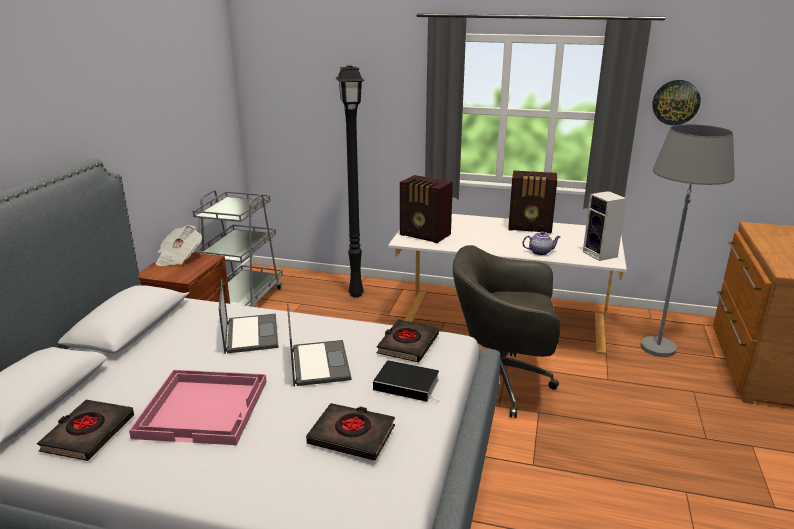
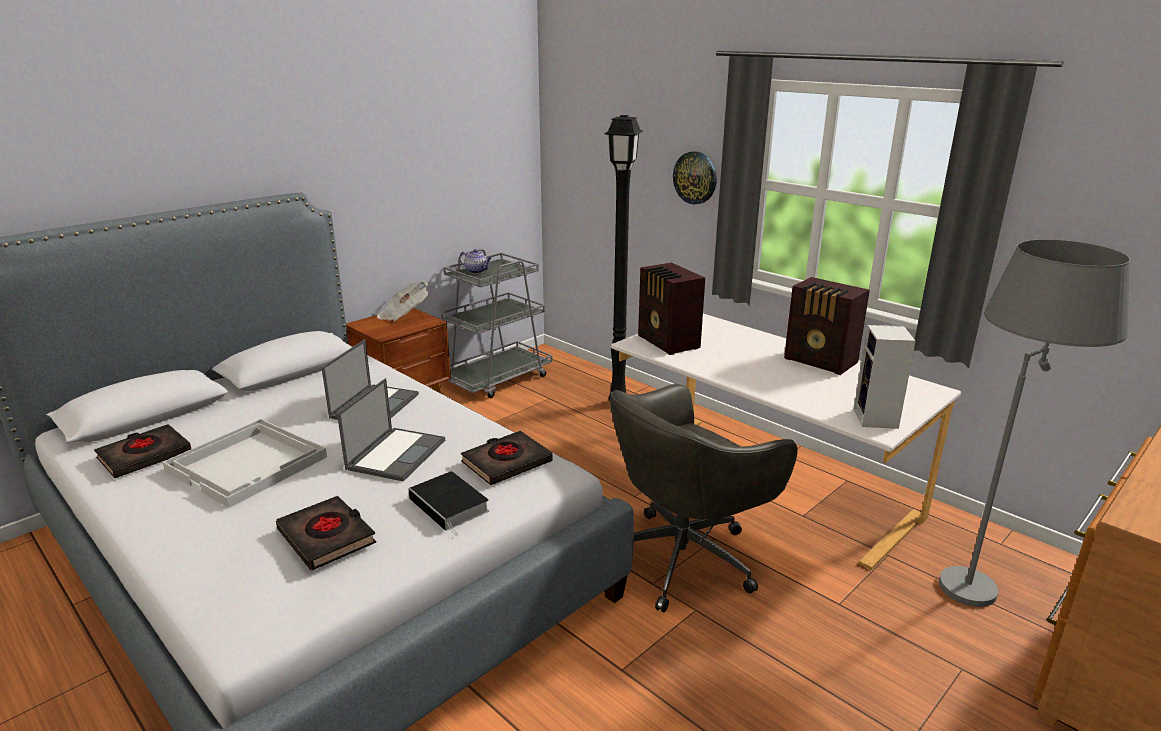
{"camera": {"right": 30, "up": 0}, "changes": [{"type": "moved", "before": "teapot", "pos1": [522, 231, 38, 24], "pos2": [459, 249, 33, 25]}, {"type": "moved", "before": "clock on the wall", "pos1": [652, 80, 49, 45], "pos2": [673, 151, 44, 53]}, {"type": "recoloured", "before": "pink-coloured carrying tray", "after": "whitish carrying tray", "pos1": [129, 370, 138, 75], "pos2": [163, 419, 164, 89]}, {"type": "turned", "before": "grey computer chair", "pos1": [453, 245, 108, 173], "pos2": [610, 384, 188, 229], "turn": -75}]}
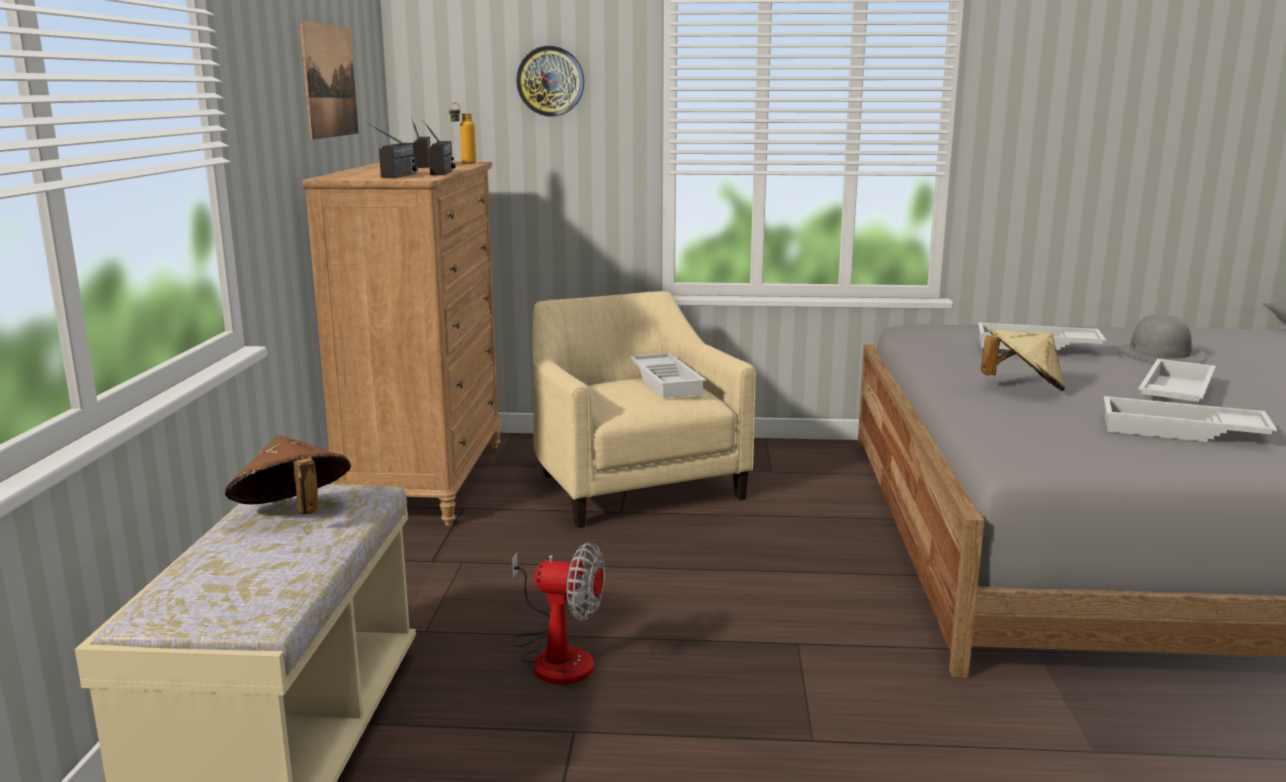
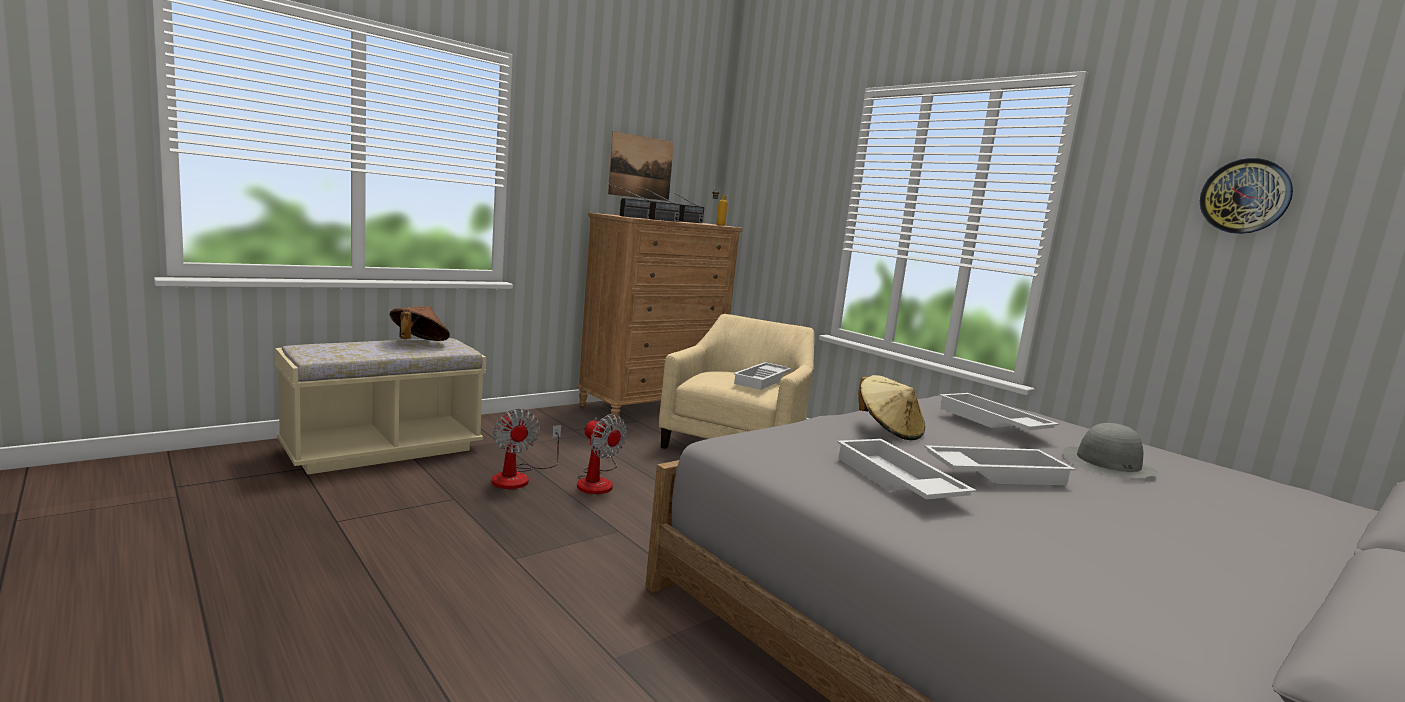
{"camera": {"right": 45, "up": -5}, "changes": [{"type": "added", "after": "fan", "pos2": [577, 414, 50, 80]}, {"type": "moved", "before": "clock on the wall", "pos1": [516, 46, 68, 71], "pos2": [1200, 158, 93, 76]}]}
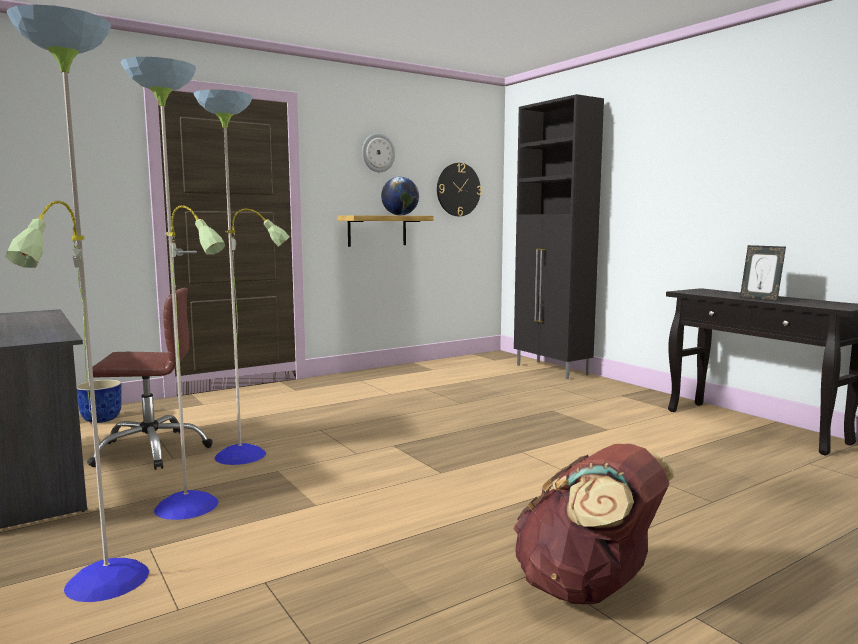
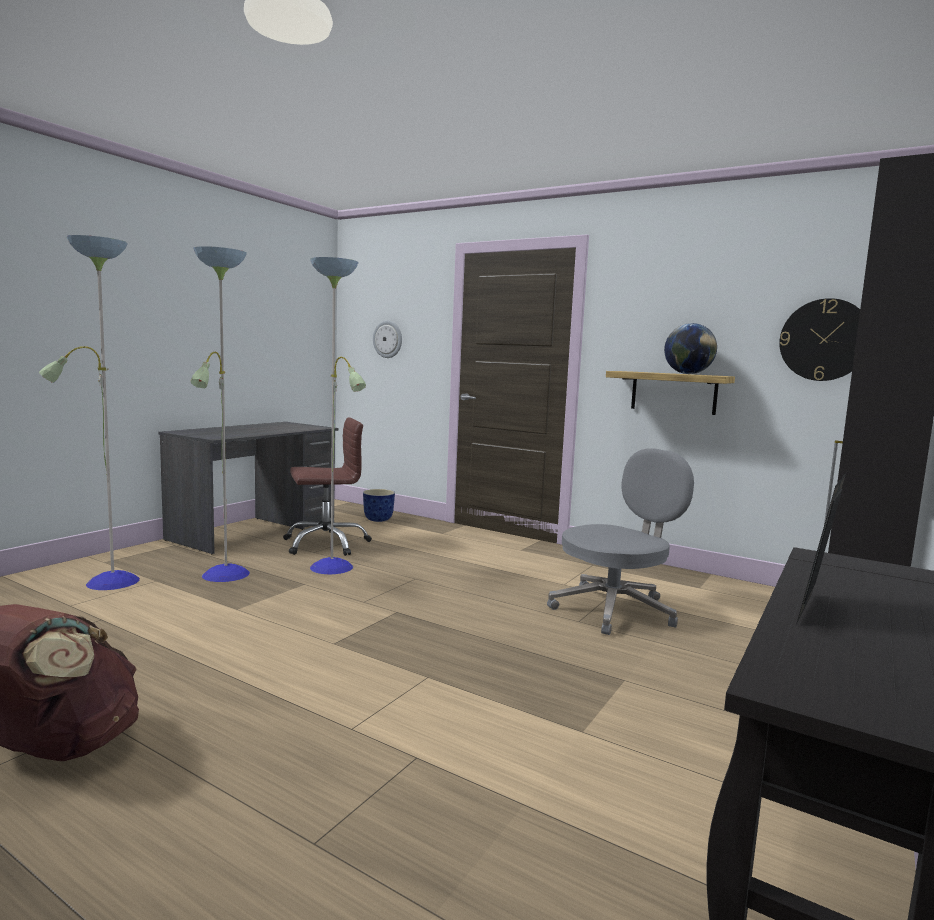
{"camera": {"right": 65, "up": 0}, "changes": [{"type": "added", "after": "grey computer chair", "pos2": [547, 448, 147, 187]}, {"type": "moved", "before": "clock on the wall", "pos1": [362, 133, 33, 39], "pos2": [373, 320, 29, 38]}, {"type": "turned", "before": "brownish computer chair", "pos1": [87, 288, 126, 182], "pos2": [283, 417, 89, 139], "turn": -75}]}
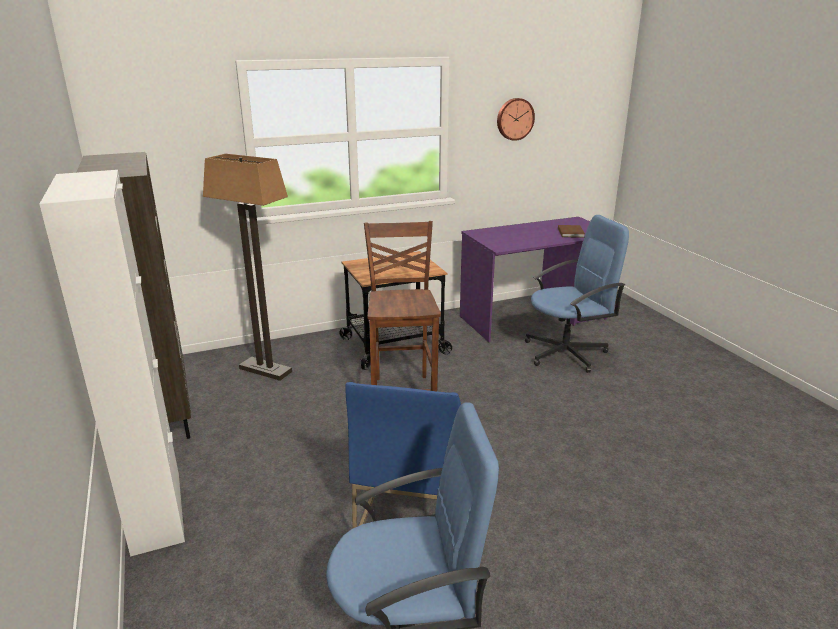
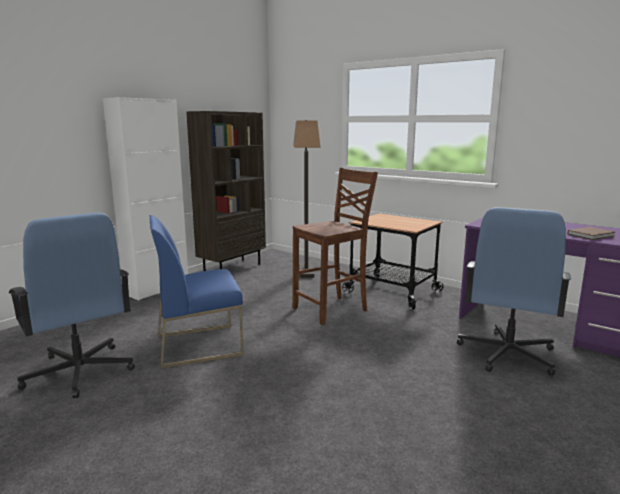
{"camera": {"right": 60, "up": -10}, "changes": [{"type": "removed", "before": "clock on the wall", "pos1": [497, 98, 38, 43]}, {"type": "turned", "before": "bluish computer chair", "pos1": [525, 215, 104, 158], "pos2": [457, 207, 114, 169], "turn": 75}]}
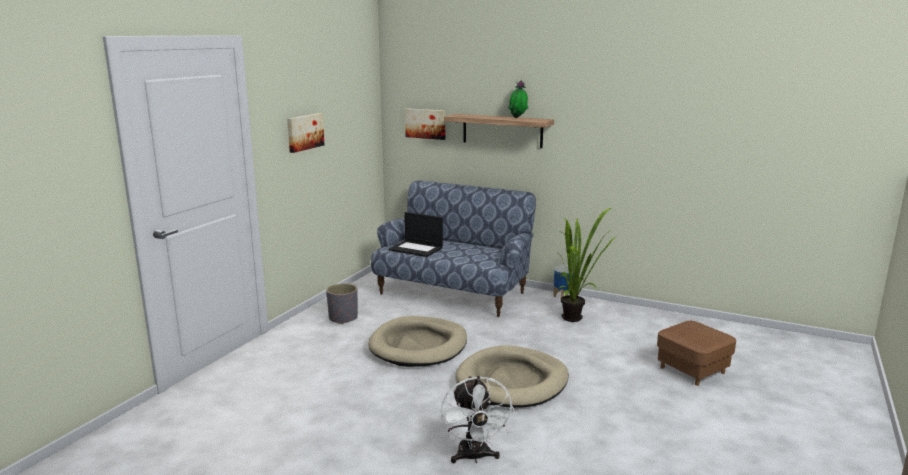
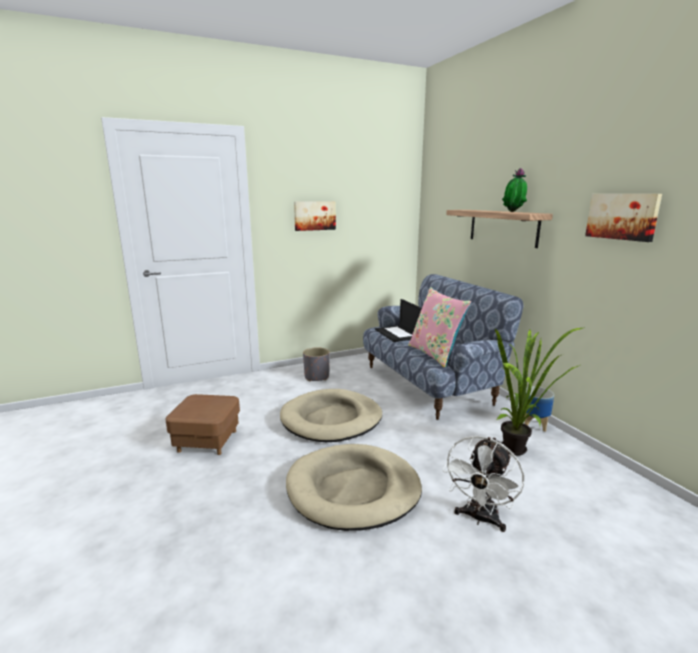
{"camera": {"right": 40, "up": 0}, "changes": [{"type": "added", "after": "pink-coloured pillow", "pos2": [408, 287, 64, 81]}, {"type": "moved", "before": "wall picture", "pos1": [405, 108, 40, 32], "pos2": [585, 194, 77, 48]}, {"type": "moved", "before": "whitish fan", "pos1": [441, 376, 74, 87], "pos2": [443, 436, 81, 96]}, {"type": "moved", "before": "brownish pouffe", "pos1": [657, 321, 79, 65], "pos2": [165, 394, 75, 61]}]}
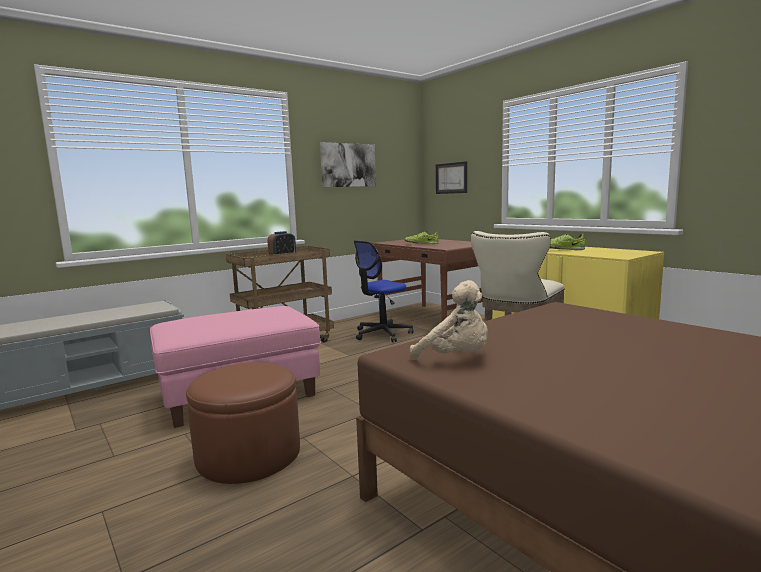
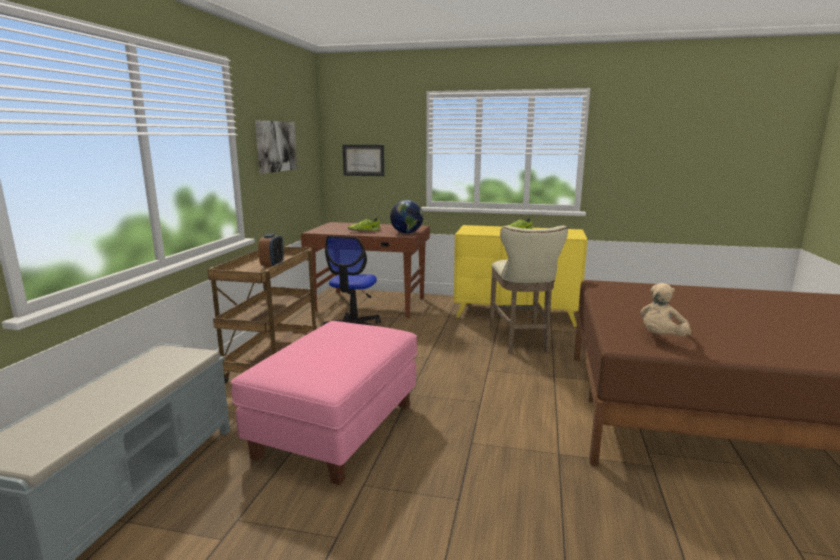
{"camera": {"right": -40, "up": 5}, "changes": [{"type": "removed", "before": "brownish pouffe", "pos1": [186, 362, 114, 122]}, {"type": "added", "after": "desk globe", "pos2": [390, 200, 33, 33]}, {"type": "turned", "before": "sand-coloured cuddly toy", "pos1": [410, 280, 78, 80], "pos2": [640, 283, 51, 53], "turn": 135}]}
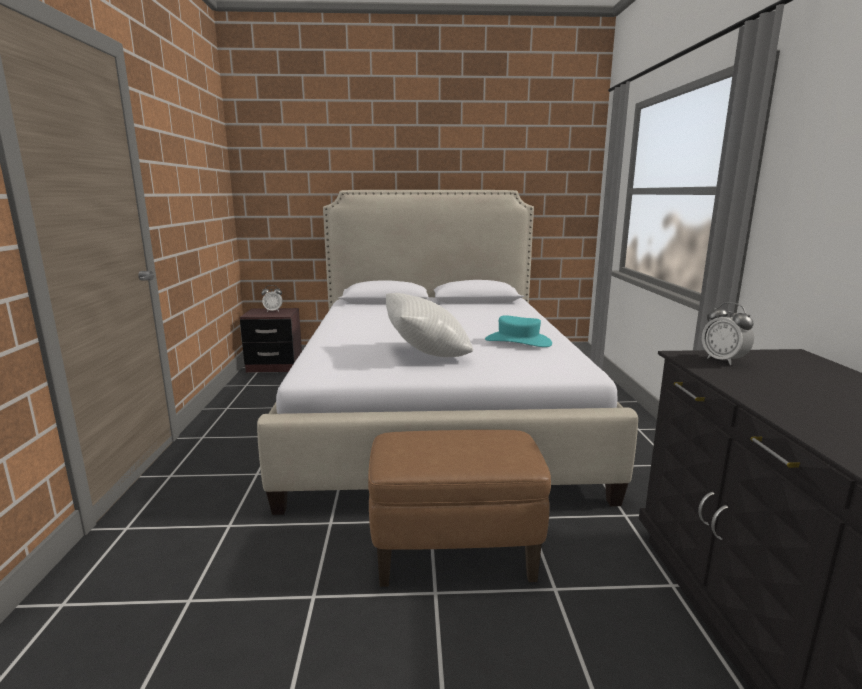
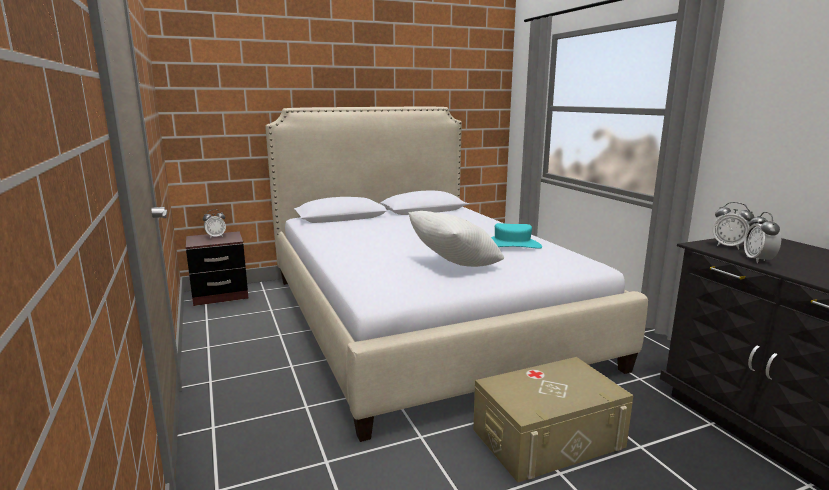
{"camera": {"right": -20, "up": 0}, "changes": [{"type": "added", "after": "table clock", "pos2": [744, 212, 38, 51]}, {"type": "replaced", "before": "brownish pouffe", "after": "sand-coloured storage container", "pos1": [368, 430, 183, 157], "pos2": [473, 357, 161, 126]}]}
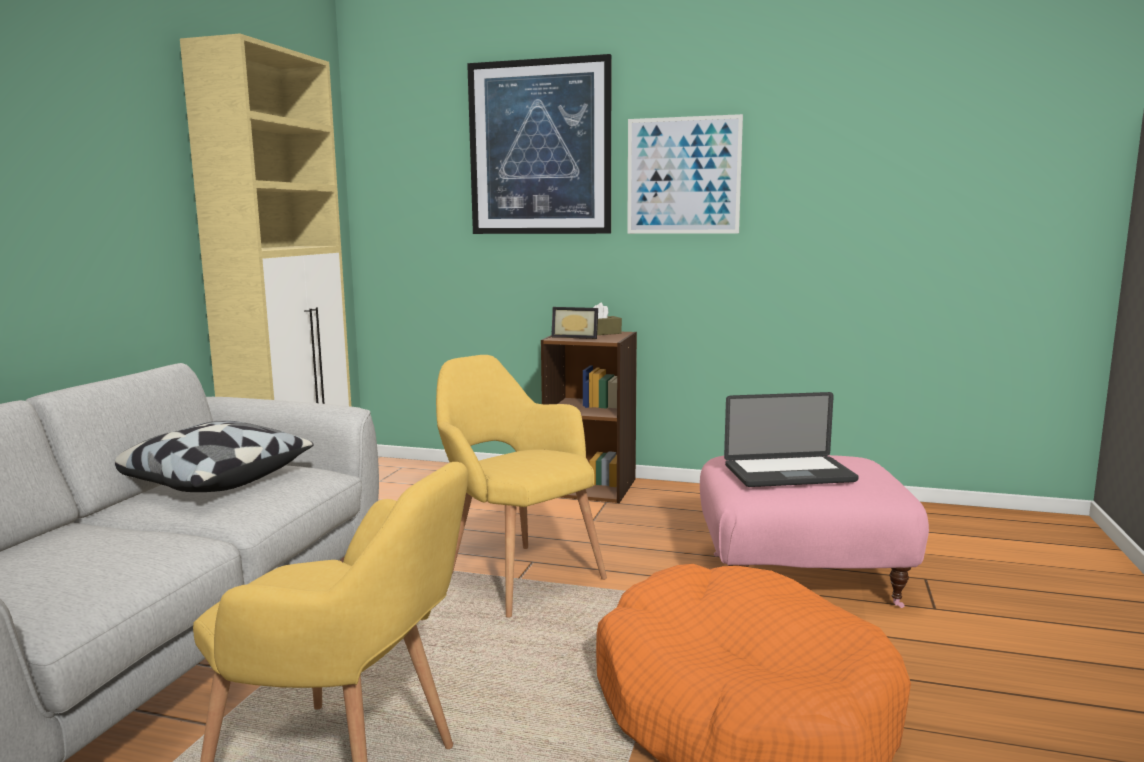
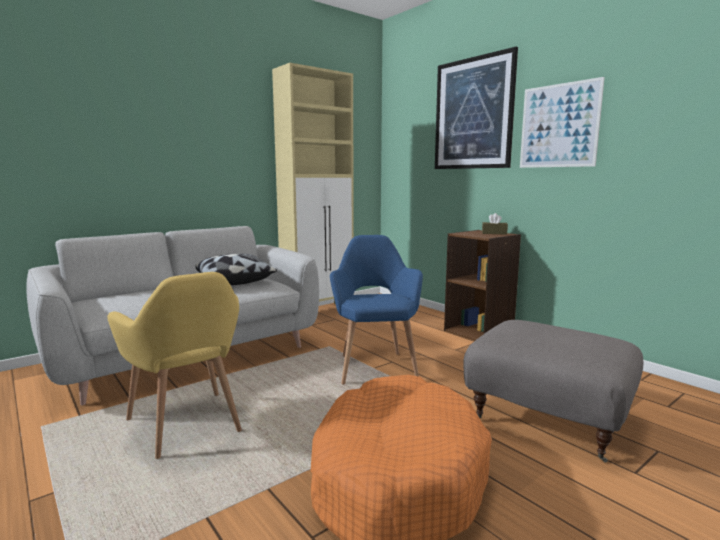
{"camera": {"right": 35, "up": 0}, "changes": [{"type": "removed", "before": "picture frame", "pos1": [551, 307, 47, 32]}, {"type": "removed", "before": "portable computer", "pos1": [724, 392, 135, 95]}, {"type": "recoloured", "before": "yellowish easy chair", "after": "bluish easy chair", "pos1": [436, 355, 171, 263], "pos2": [330, 235, 93, 150]}, {"type": "recoloured", "before": "pink-coloured pouffe", "after": "grey pouffe", "pos1": [700, 455, 229, 153], "pos2": [463, 320, 180, 143]}]}
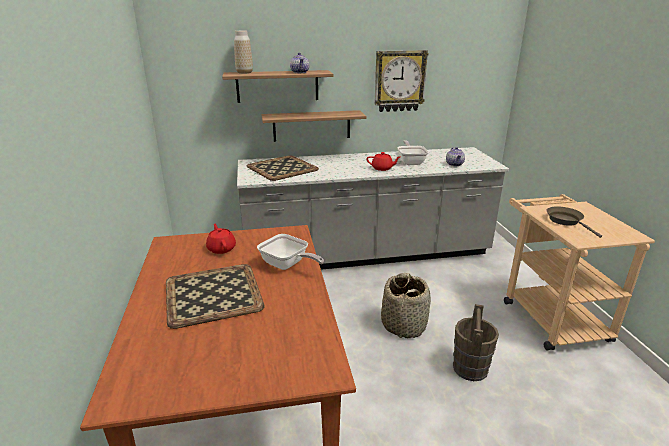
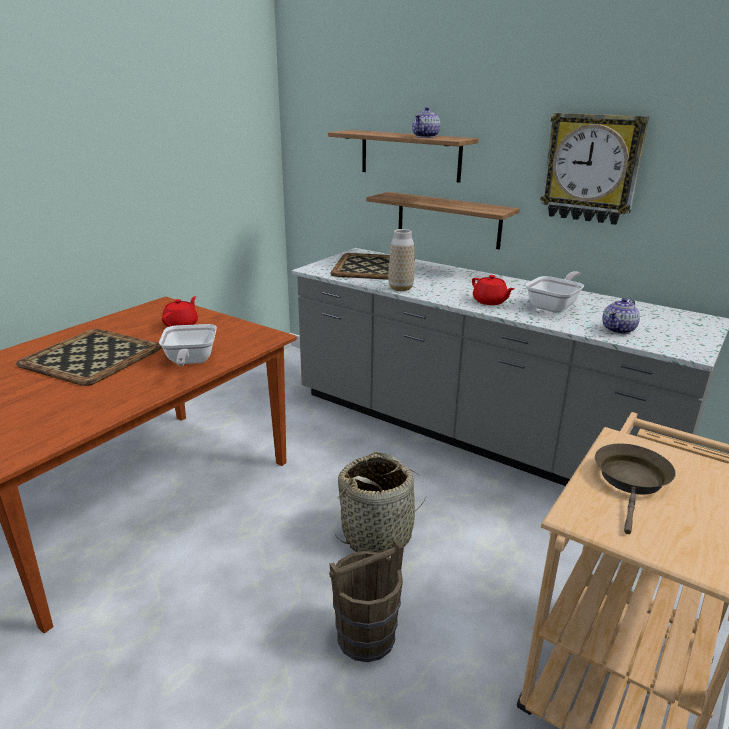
{"camera": {"right": 45, "up": 0}, "changes": [{"type": "moved", "before": "decorative vase", "pos1": [234, 31, 19, 43], "pos2": [388, 229, 26, 62]}]}
